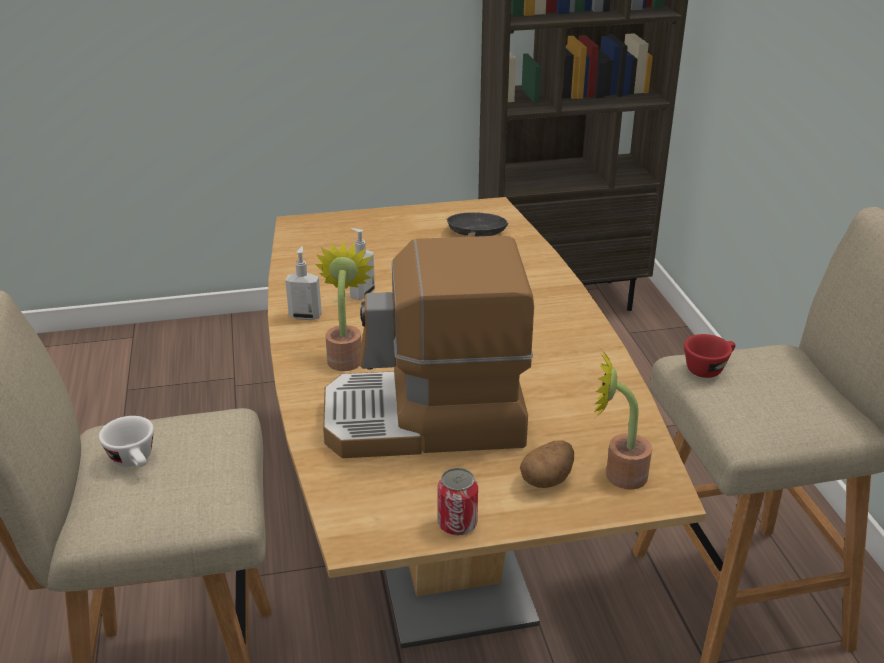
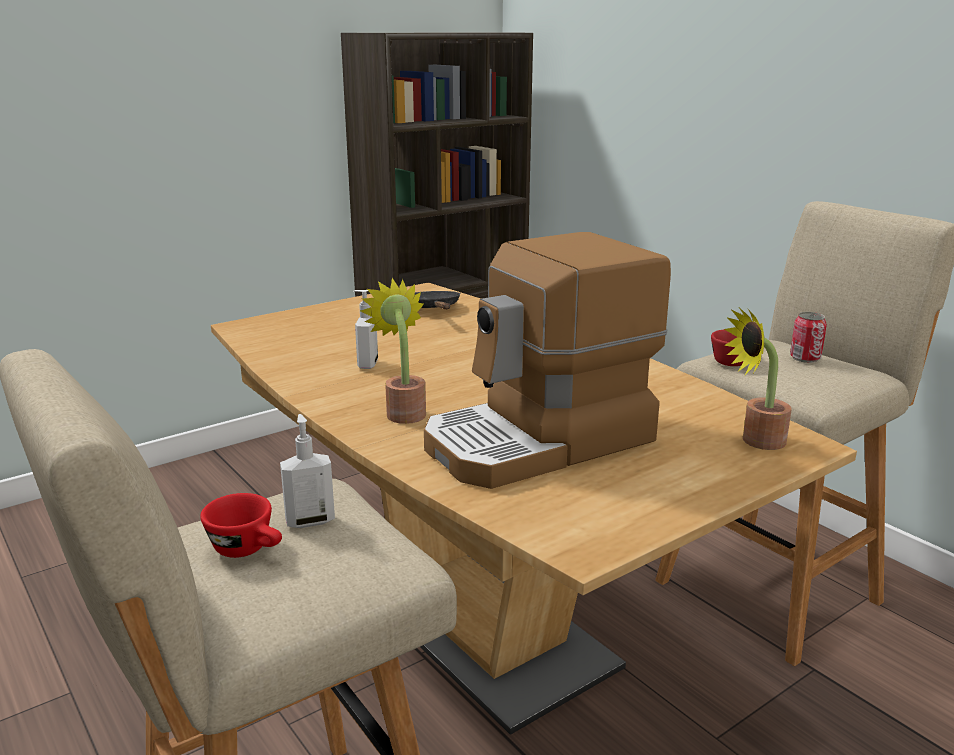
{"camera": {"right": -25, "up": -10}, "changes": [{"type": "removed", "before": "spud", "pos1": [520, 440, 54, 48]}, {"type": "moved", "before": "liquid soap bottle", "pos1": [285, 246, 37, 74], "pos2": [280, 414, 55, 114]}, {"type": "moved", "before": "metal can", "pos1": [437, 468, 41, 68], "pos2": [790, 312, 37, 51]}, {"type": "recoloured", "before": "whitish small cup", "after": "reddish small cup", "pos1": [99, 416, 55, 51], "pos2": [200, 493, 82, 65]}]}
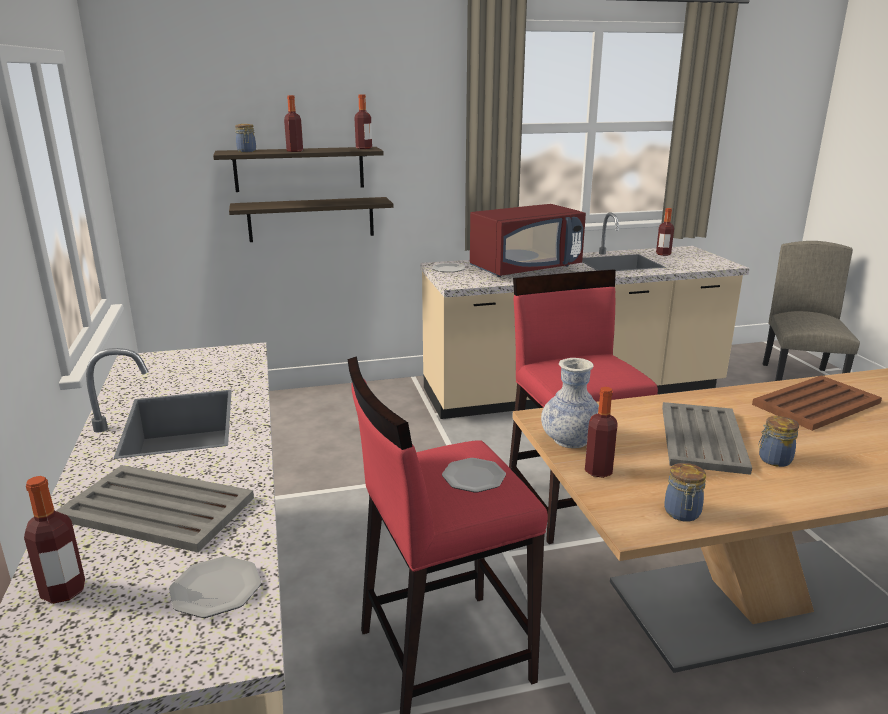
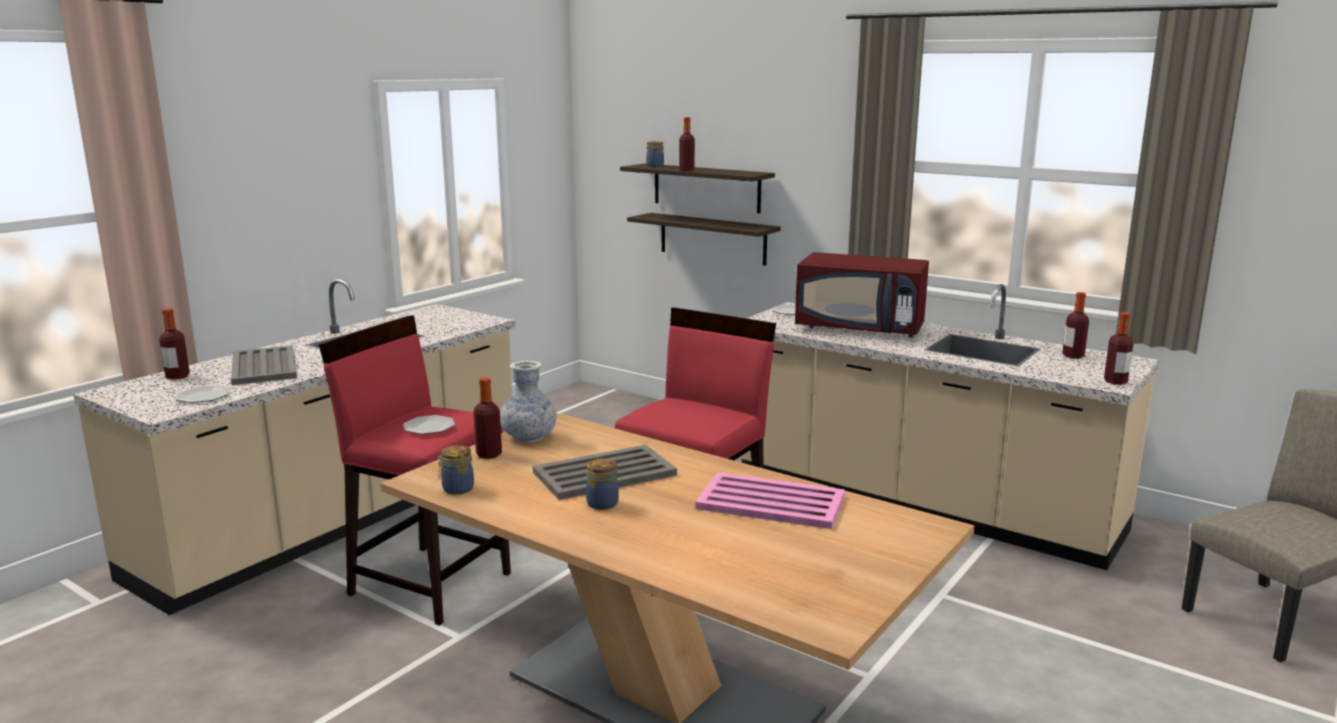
{"camera": {"right": 50, "up": -5}, "changes": [{"type": "moved", "before": "bottle", "pos1": [354, 94, 18, 55], "pos2": [1104, 312, 29, 73]}, {"type": "recoloured", "before": "brownish carrying tray", "after": "pink-coloured carrying tray", "pos1": [752, 375, 130, 56], "pos2": [695, 472, 150, 57]}]}
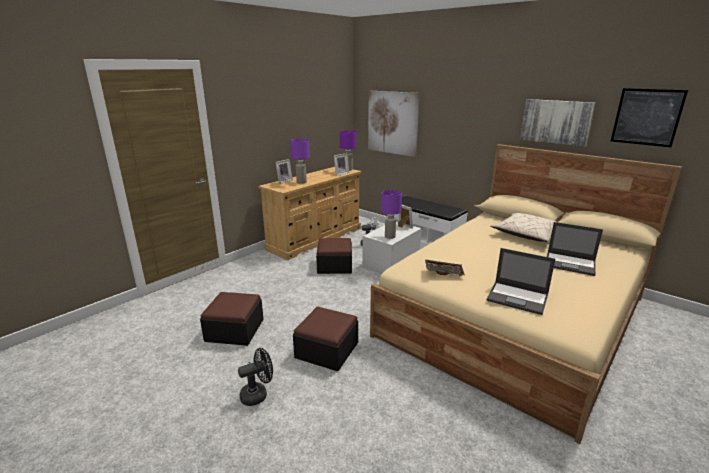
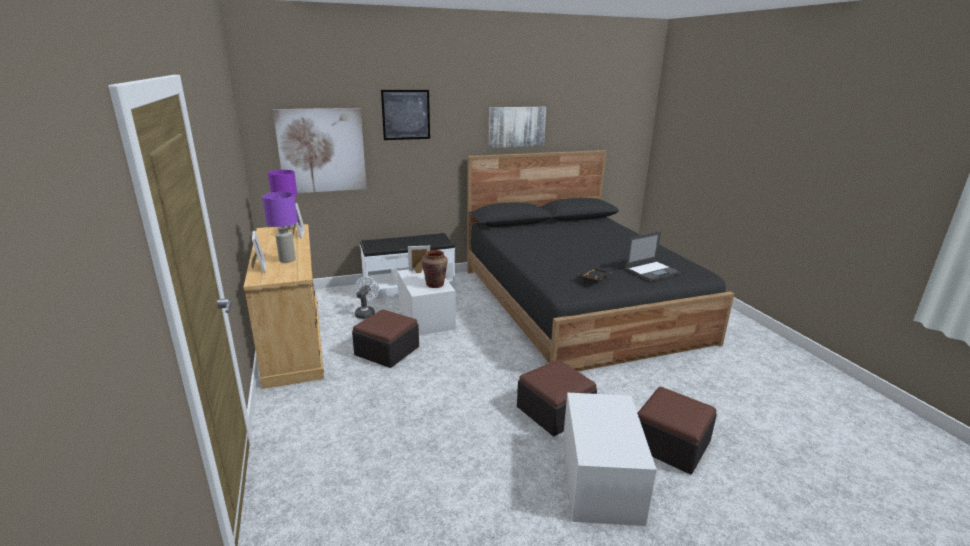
{"camera": {"right": -60, "up": 0}, "changes": [{"type": "removed", "before": "sand-coloured pillow", "pos1": [490, 213, 68, 29]}, {"type": "removed", "before": "portable computer", "pos1": [547, 222, 56, 54]}, {"type": "moved", "before": "pouffe", "pos1": [200, 292, 64, 54], "pos2": [637, 387, 80, 88]}, {"type": "moved", "before": "wall picture", "pos1": [611, 88, 77, 59], "pos2": [381, 90, 49, 50]}, {"type": "replaced", "before": "black-coloured fan", "after": "whitish storage container", "pos1": [238, 348, 35, 58], "pos2": [563, 393, 94, 133]}, {"type": "replaced", "before": "purplish table lamp", "after": "brownish decorative vase", "pos1": [381, 190, 21, 49], "pos2": [422, 250, 26, 38]}, {"type": "recoloured", "before": "sand-coloured sleeping bed", "after": "black-coloured sleeping bed", "pos1": [370, 144, 312, 300], "pos2": [467, 150, 267, 221]}]}
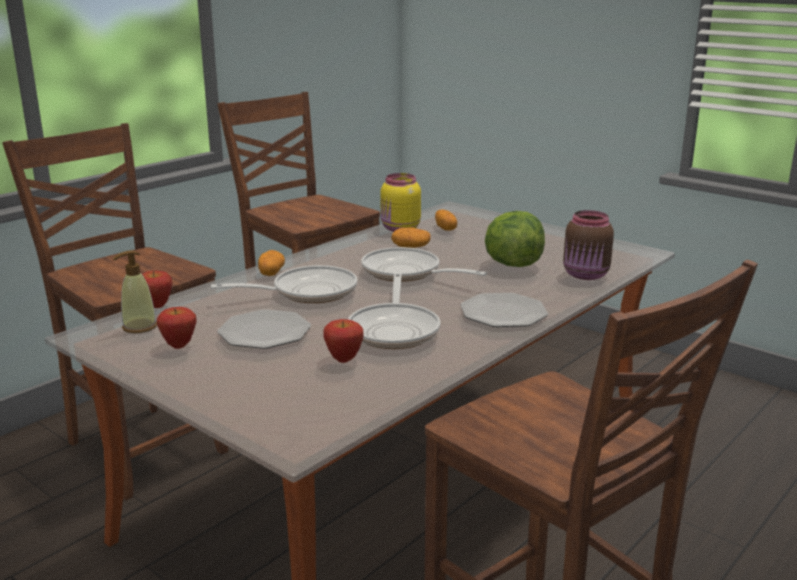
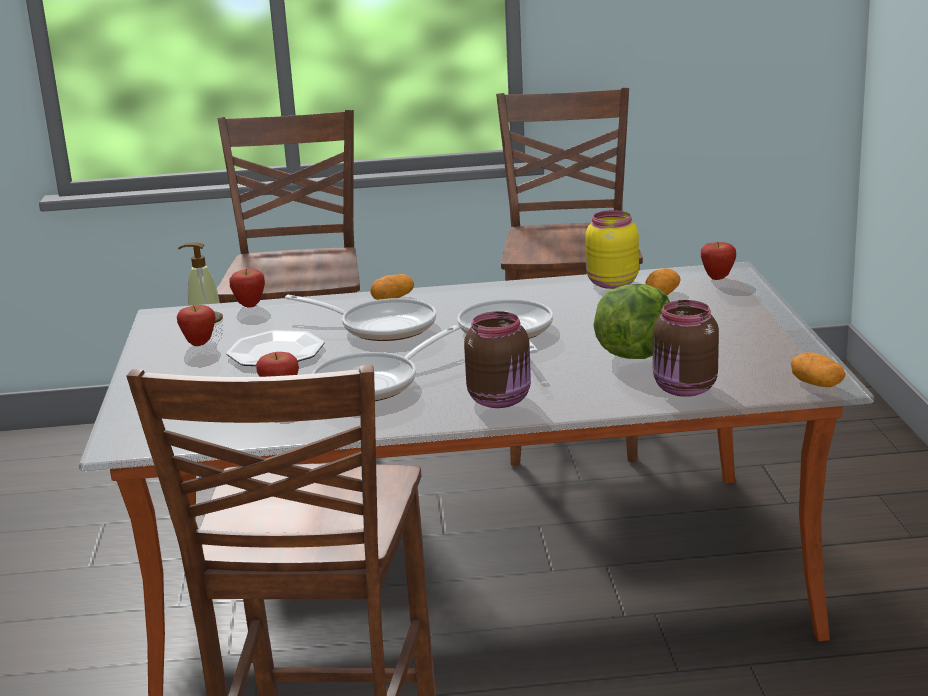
{"camera": {"right": 45, "up": 0}, "changes": [{"type": "added", "after": "whole apple", "pos2": [701, 242, 35, 38]}, {"type": "moved", "before": "spud", "pos1": [391, 227, 40, 21], "pos2": [791, 352, 55, 35]}, {"type": "replaced", "before": "dinner plate", "after": "brownish jar", "pos1": [461, 293, 87, 34], "pos2": [464, 311, 67, 97]}]}
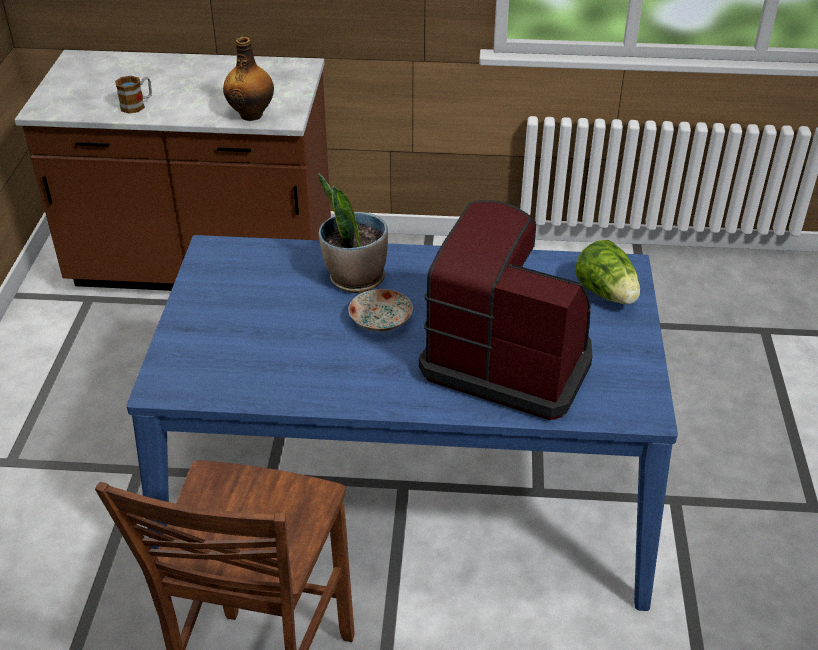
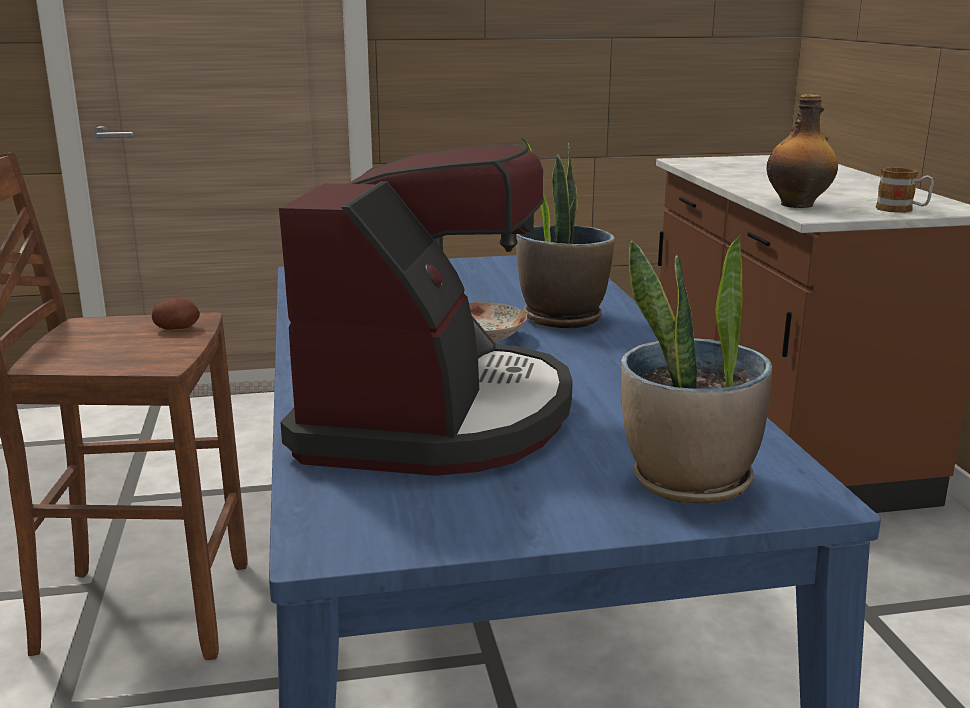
{"camera": {"right": 75, "up": -20}, "changes": [{"type": "added", "after": "spud", "pos2": [152, 298, 48, 32]}, {"type": "moved", "before": "mug", "pos1": [115, 76, 37, 37], "pos2": [876, 167, 58, 46]}, {"type": "replaced", "before": "lettuce head", "after": "houseplant", "pos1": [576, 240, 64, 64], "pos2": [621, 235, 151, 269]}]}
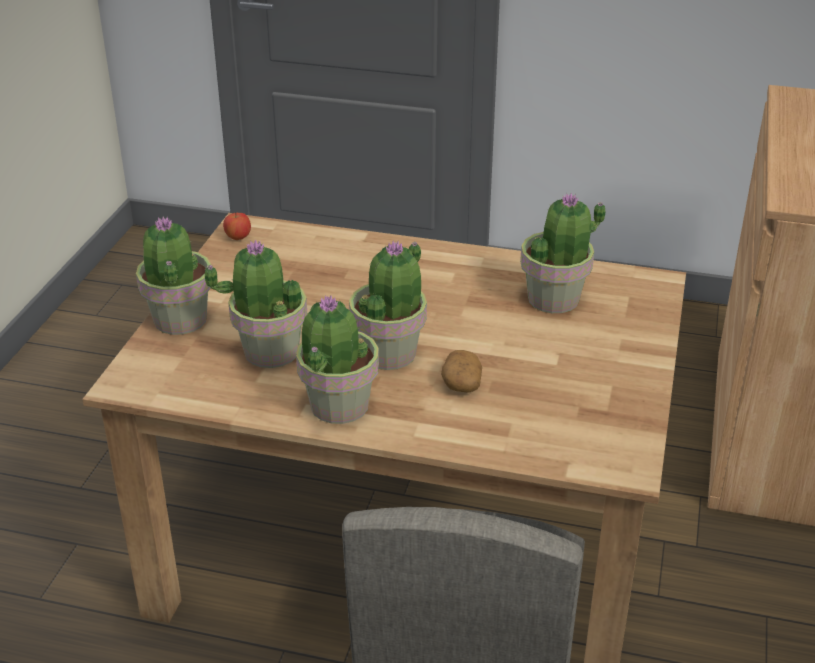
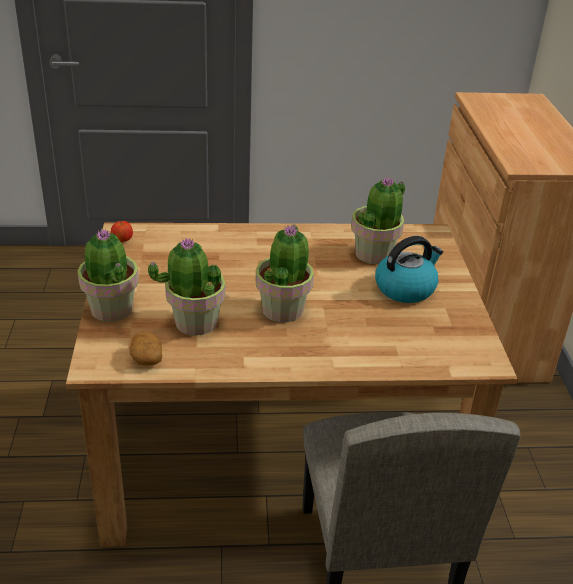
{"camera": {"right": -20, "up": 0}, "changes": [{"type": "removed", "before": "houseplant", "pos1": [296, 295, 83, 129]}, {"type": "added", "after": "water kettle", "pos2": [375, 236, 68, 67]}, {"type": "moved", "before": "spud", "pos1": [441, 350, 41, 42], "pos2": [130, 332, 32, 34]}]}
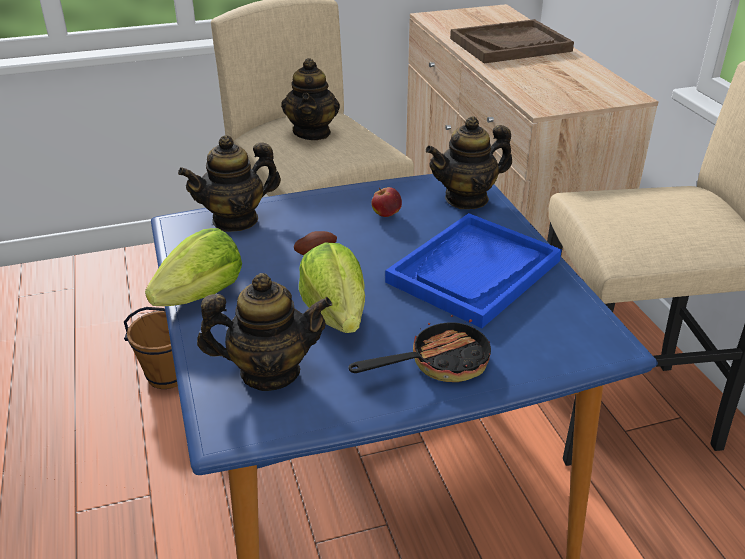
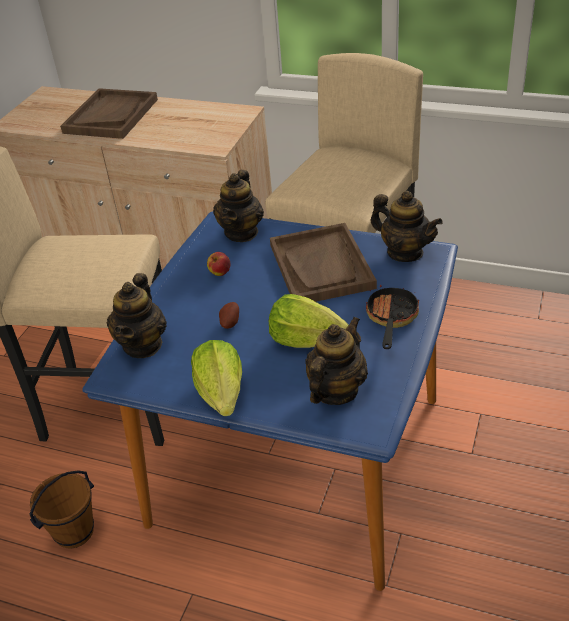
{"camera": {"right": -50, "up": 5}, "changes": [{"type": "moved", "before": "teapot", "pos1": [281, 58, 59, 82], "pos2": [370, 191, 73, 71]}, {"type": "recoloured", "before": "bluish carrying tray", "after": "brownish carrying tray", "pos1": [385, 213, 177, 115], "pos2": [270, 223, 107, 79]}]}
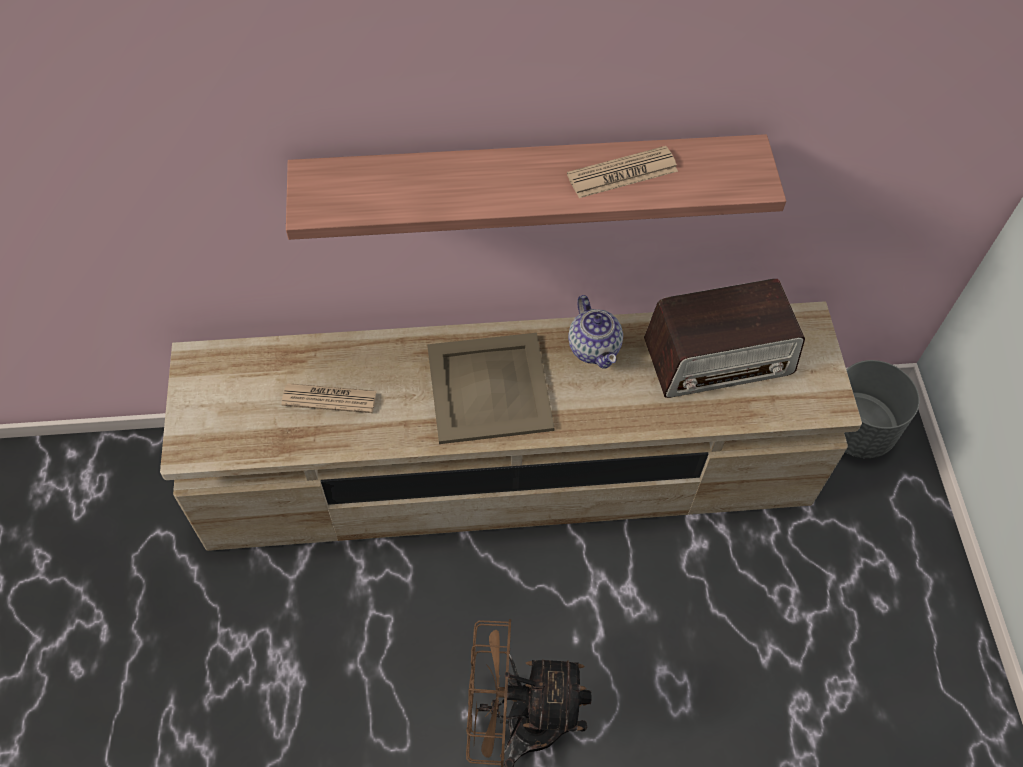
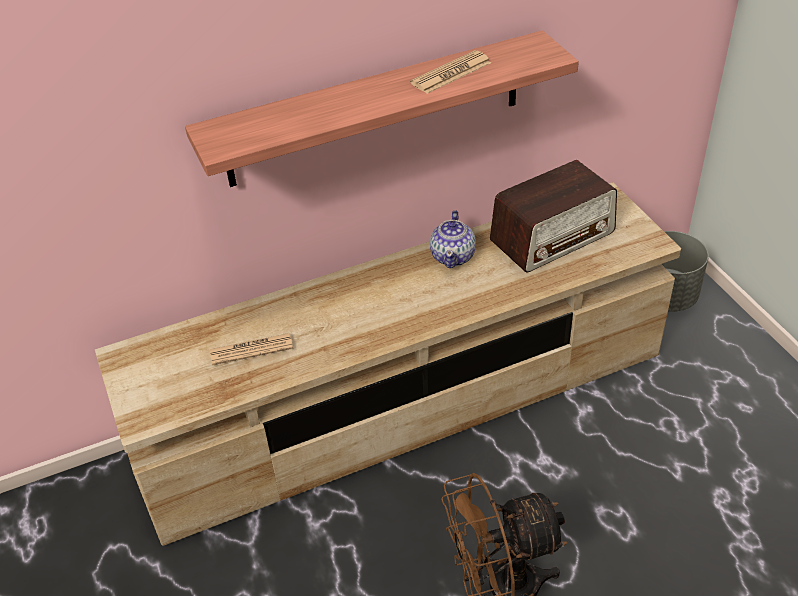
{"camera": {"right": -15, "up": -15}, "changes": [{"type": "removed", "before": "sand-coloured carrying tray", "pos1": [427, 333, 127, 111]}, {"type": "turned", "before": "teapot", "pos1": [568, 295, 55, 74], "pos2": [430, 210, 46, 58], "turn": 45}]}
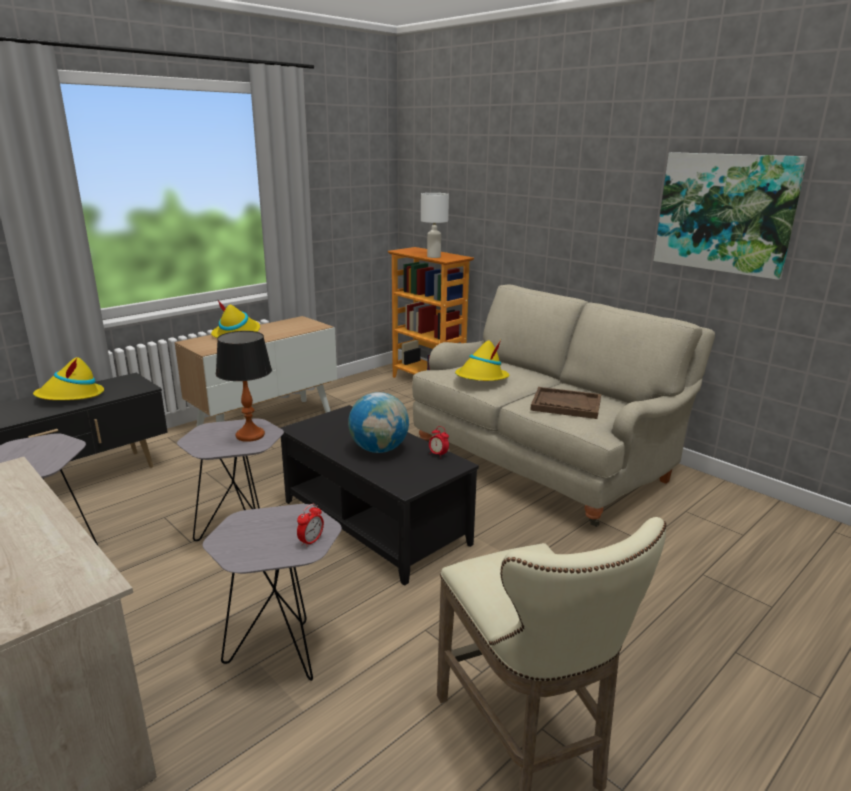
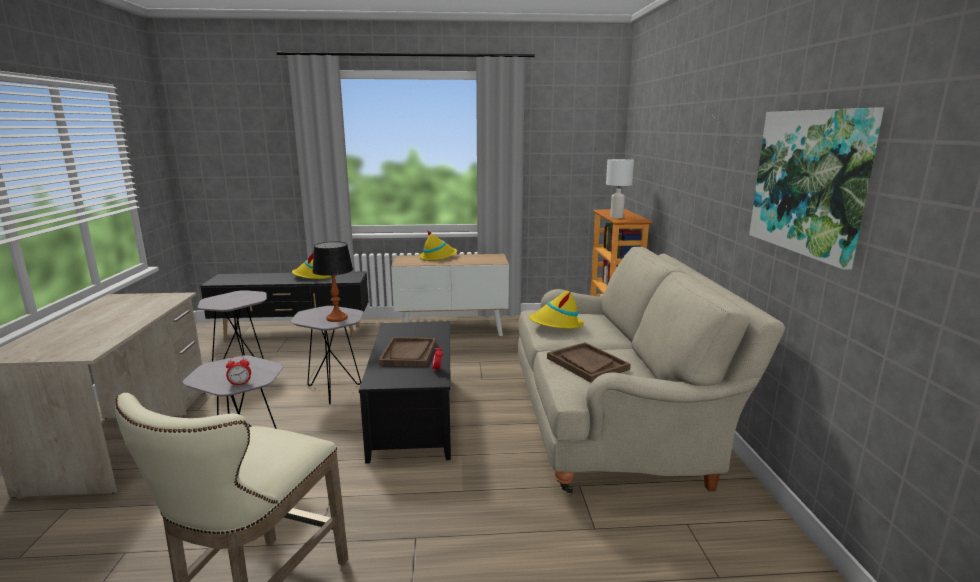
{"camera": {"right": 40, "up": -5}, "changes": [{"type": "replaced", "before": "desk globe", "after": "brownish carrying tray", "pos1": [348, 392, 61, 61], "pos2": [379, 337, 57, 30]}]}
